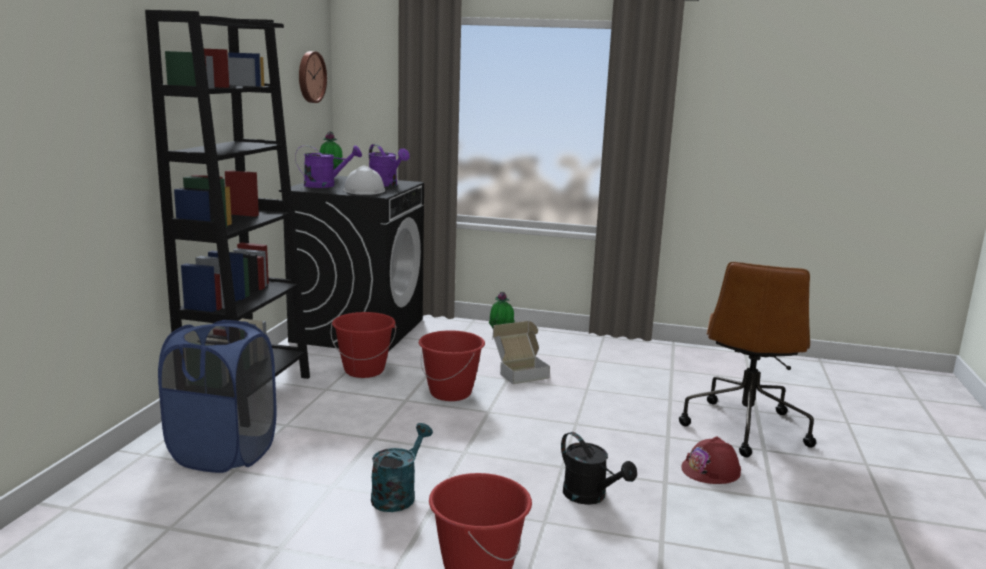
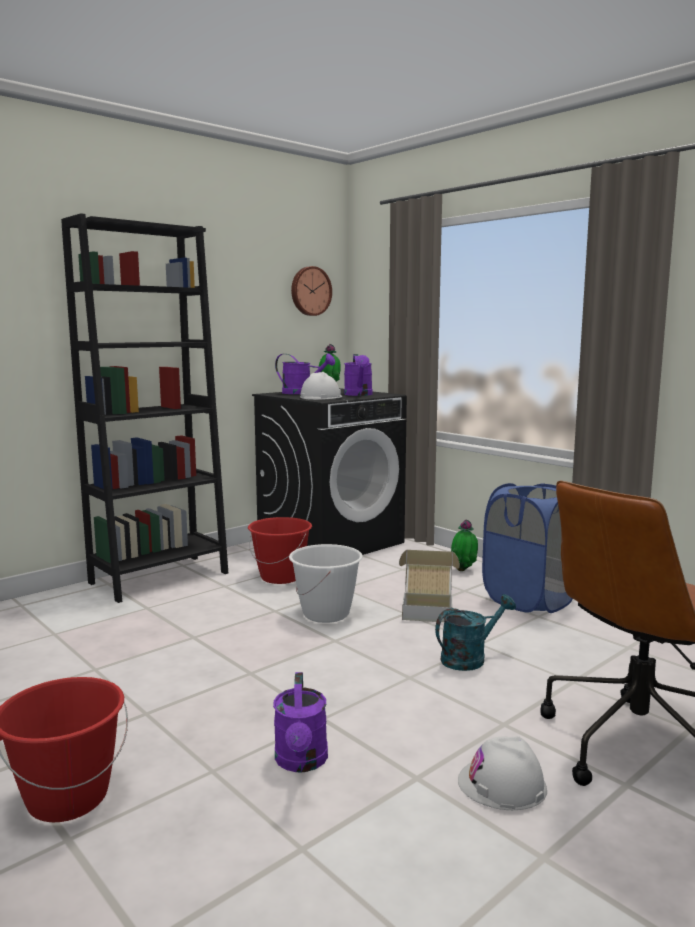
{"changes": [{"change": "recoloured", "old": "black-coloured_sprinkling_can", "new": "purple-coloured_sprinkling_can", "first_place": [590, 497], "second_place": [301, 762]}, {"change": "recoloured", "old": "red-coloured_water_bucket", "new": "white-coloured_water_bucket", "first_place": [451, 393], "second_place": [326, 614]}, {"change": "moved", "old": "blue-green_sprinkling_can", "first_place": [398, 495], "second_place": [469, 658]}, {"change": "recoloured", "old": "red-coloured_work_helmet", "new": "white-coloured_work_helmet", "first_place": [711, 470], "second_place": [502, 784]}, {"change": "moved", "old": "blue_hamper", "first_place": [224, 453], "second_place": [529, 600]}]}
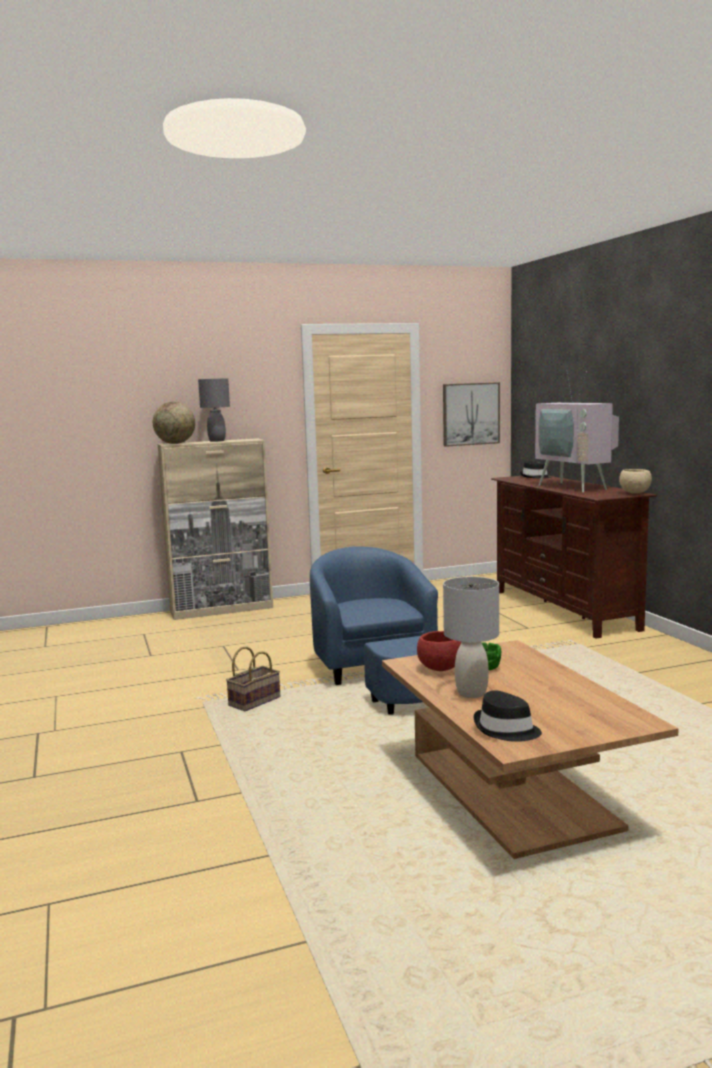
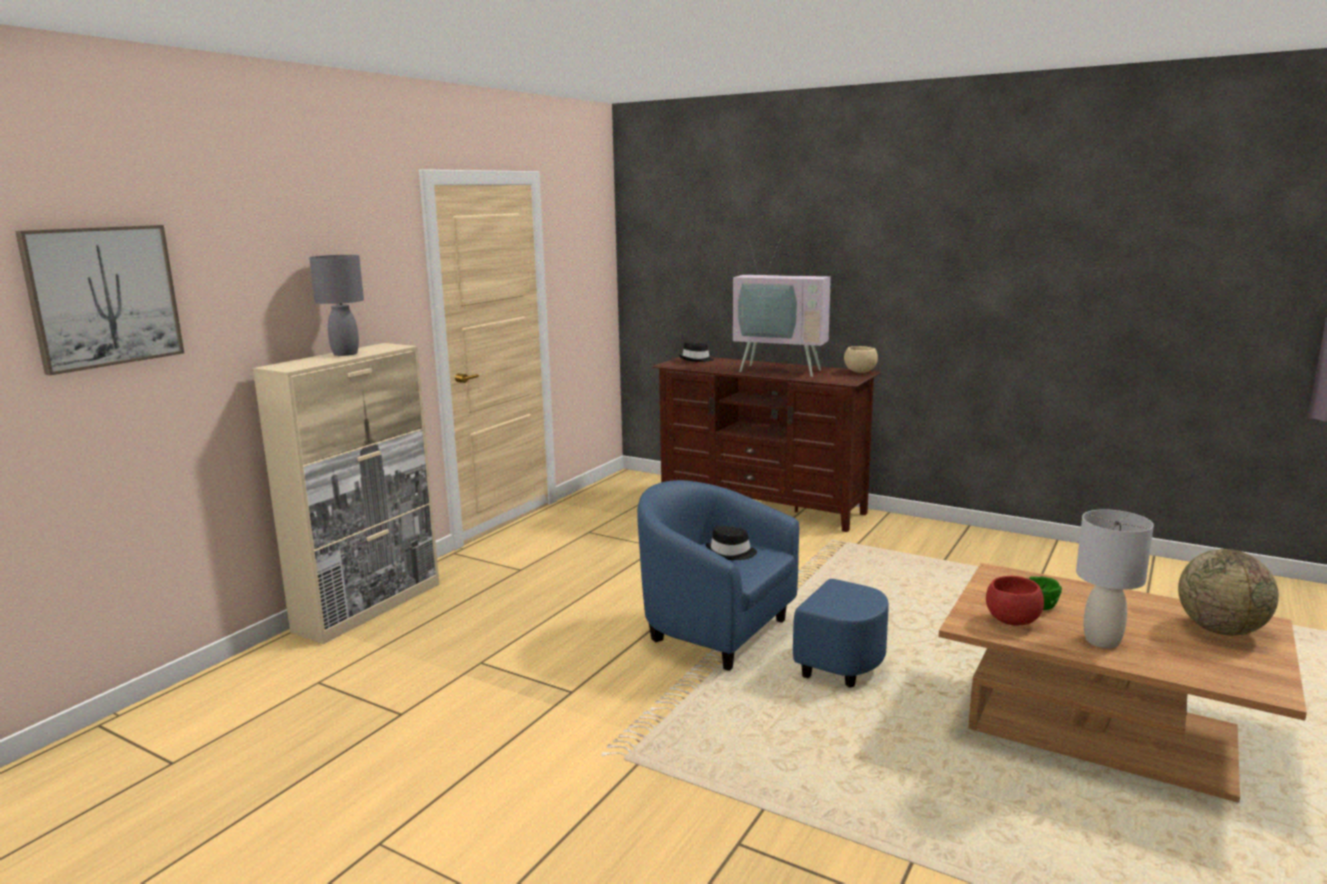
{"changes": [{"change": "moved", "old": "wall_picture", "first_place": [470, 414], "second_place": [103, 296]}, {"change": "moved", "old": "black-coloured_clothing_hat", "first_place": [506, 729], "second_place": [731, 553]}, {"change": "moved", "old": "world_globe", "first_place": [175, 443], "second_place": [1220, 630]}, {"change": "removed", "old": "basket", "first_place": [255, 701]}]}
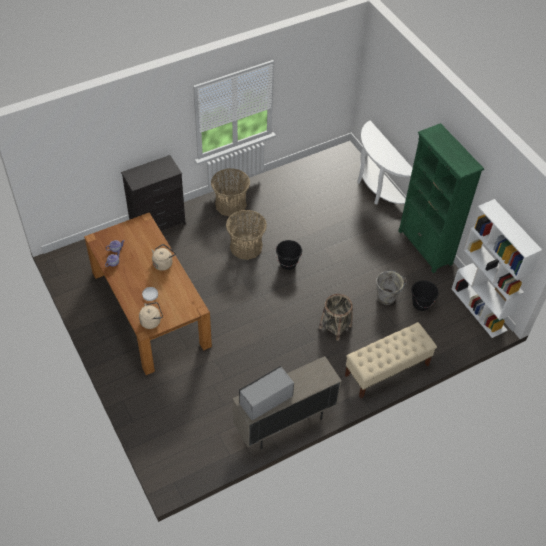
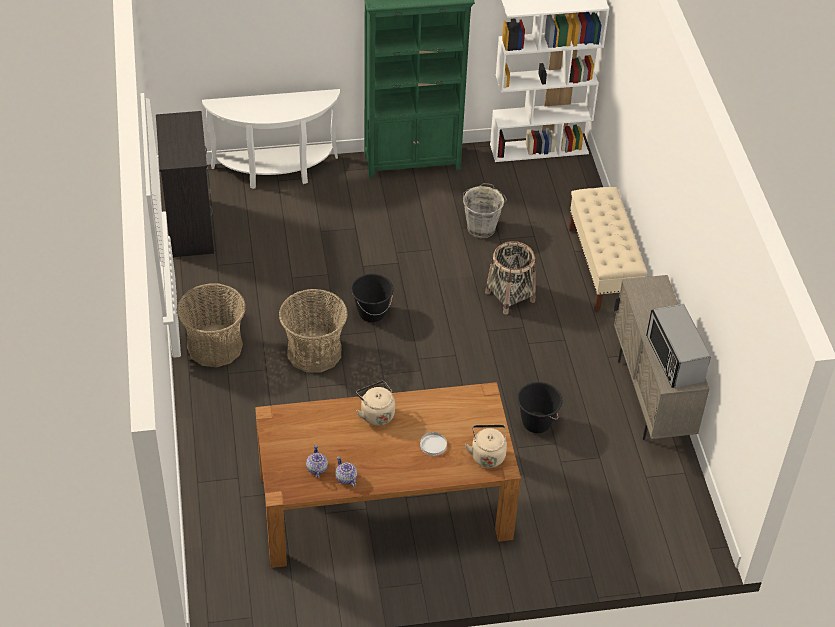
{"changes": [{"change": "moved", "old": "black-coloured_dresser", "first_place": [158, 223], "second_place": [191, 227]}, {"change": "moved", "old": "black-coloured_water_bucket", "first_place": [421, 304], "second_place": [536, 423]}]}
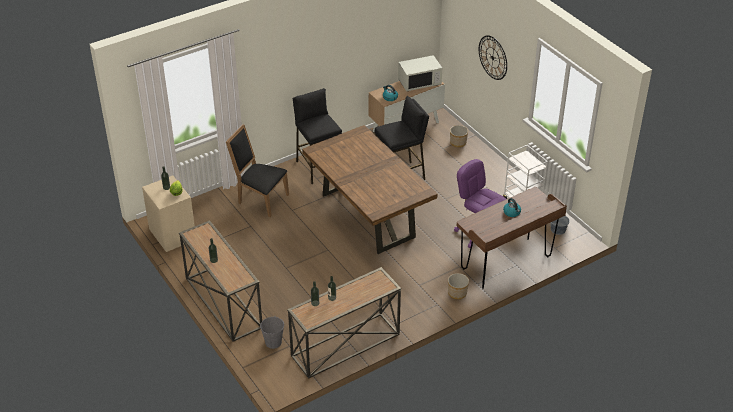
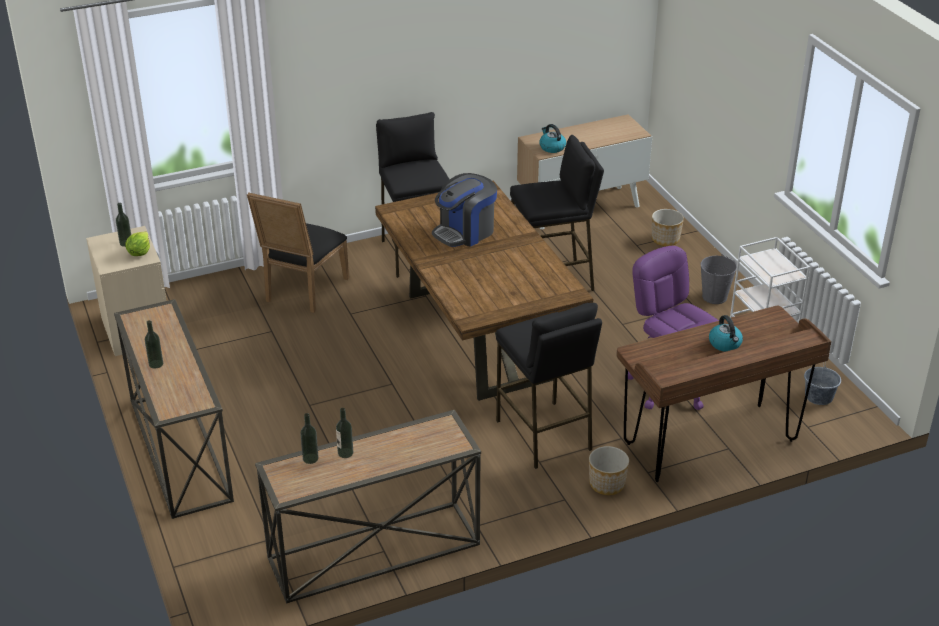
{"changes": [{"change": "turned", "old": "black-coloured_chair", "first_place": [260, 199], "second_place": [302, 291], "degrees": -105}, {"change": "added", "new": "coffee_machine", "second_place": [465, 232]}, {"change": "added", "new": "black-coloured_stool_seat", "second_place": [544, 435]}, {"change": "moved", "old": "grey_water_bucket", "first_place": [273, 342], "second_place": [714, 297]}, {"change": "removed", "old": "white-coloured_kitchen_microwave", "first_place": [419, 83]}, {"change": "removed", "old": "hanging_clock", "first_place": [492, 57]}]}
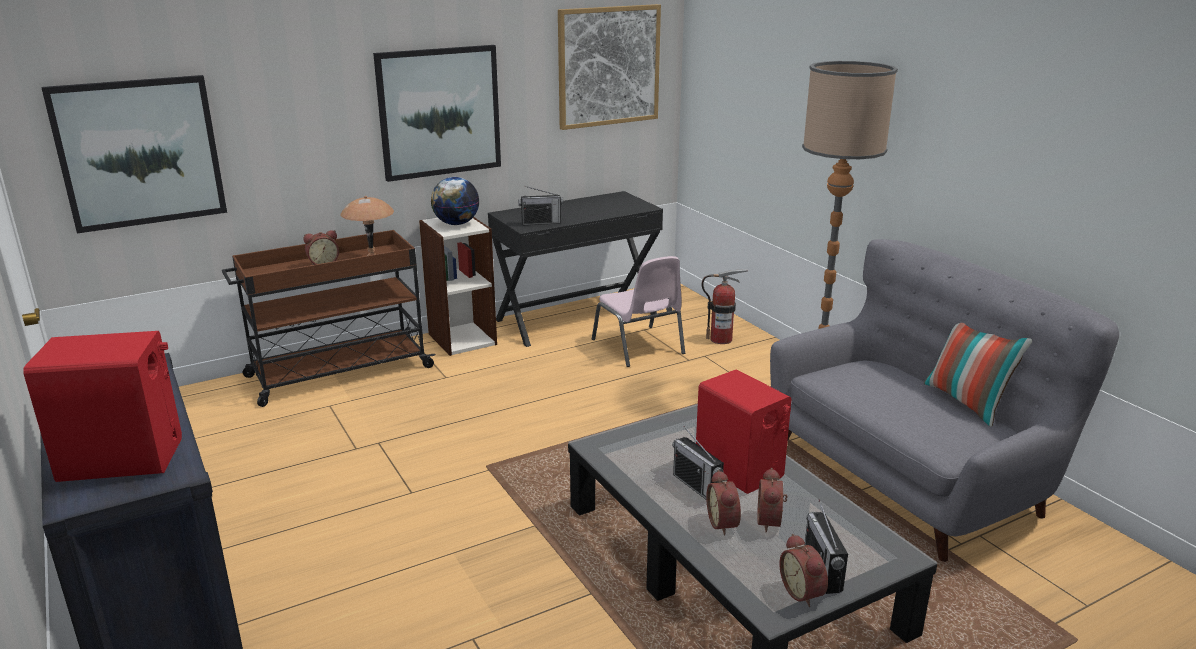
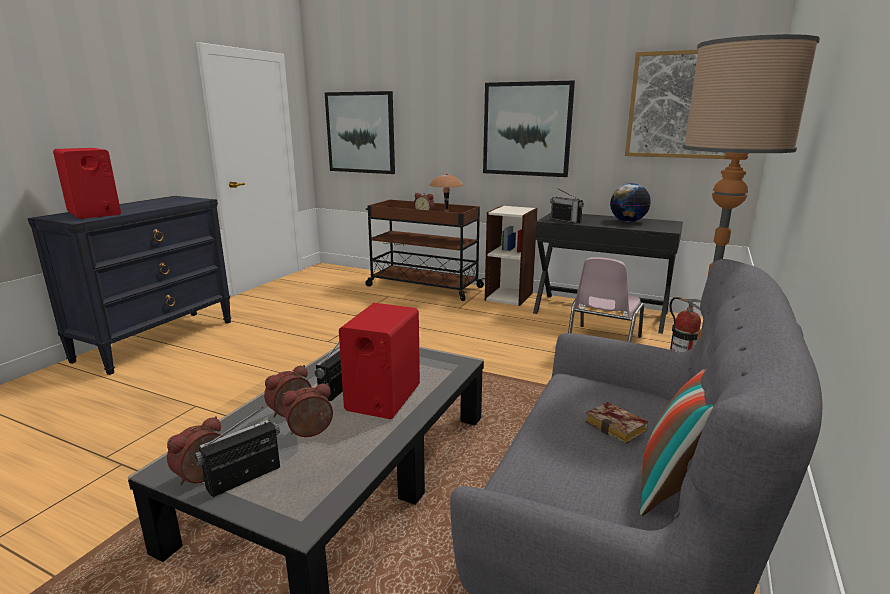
{"changes": [{"change": "added", "new": "volume", "second_place": [618, 427]}, {"change": "moved", "old": "world_globe", "first_place": [456, 224], "second_place": [627, 221]}]}
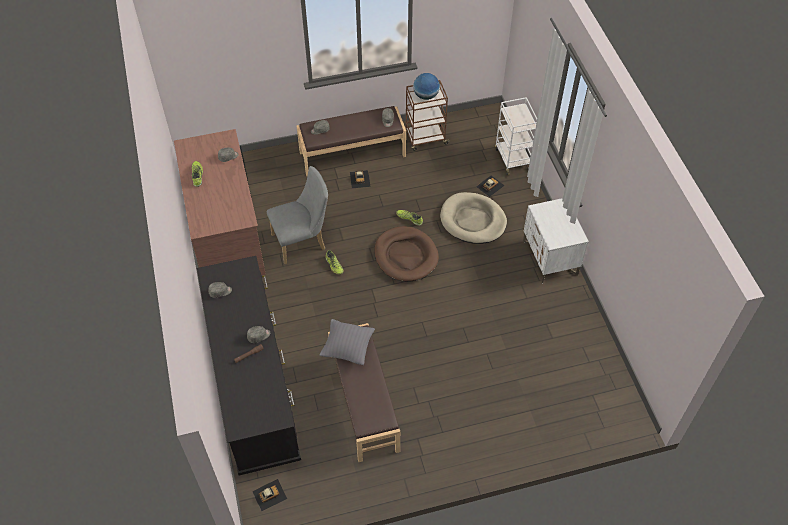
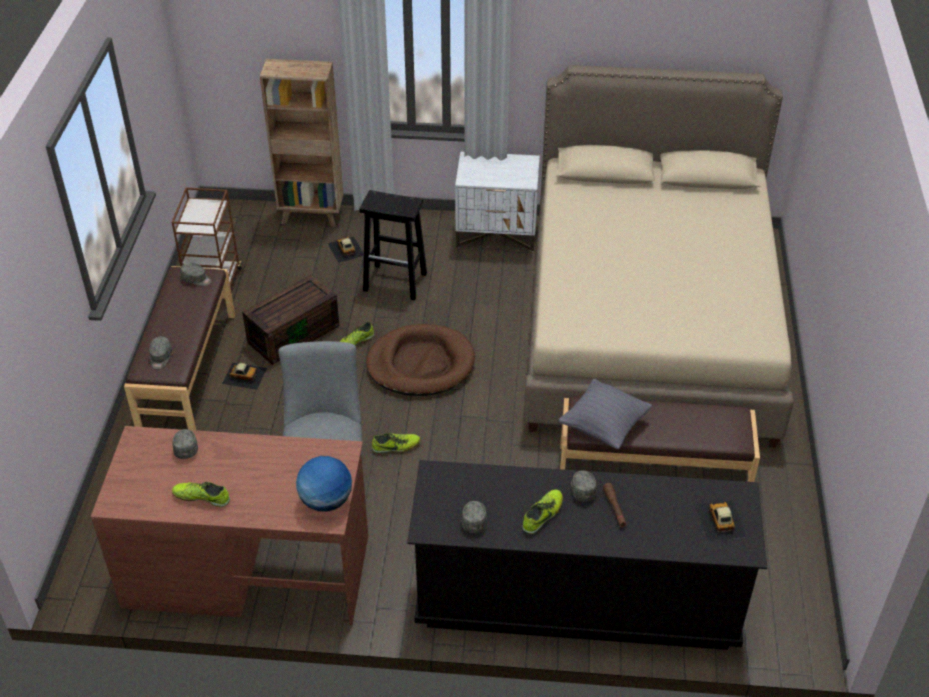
{"changes": [{"change": "added", "new": "brownish_storage_bin", "second_place": [294, 333]}, {"change": "replaced", "old": "white-coloured_wheeled_cart", "new": "brownish_bookcase", "first_place": [512, 158], "second_place": [312, 215]}, {"change": "moved", "old": "world_globe", "first_place": [426, 96], "second_place": [326, 501]}, {"change": "replaced", "old": "beige-coloured_dog_cushion", "new": "black-coloured_stool_seat", "first_place": [473, 220], "second_place": [396, 282]}, {"change": "added", "new": "low_shoe", "second_place": [543, 515]}, {"change": "added", "new": "beige-coloured_sleeping_bed", "second_place": [648, 323]}, {"change": "moved", "old": "toy_car", "first_place": [269, 494], "second_place": [720, 520]}]}
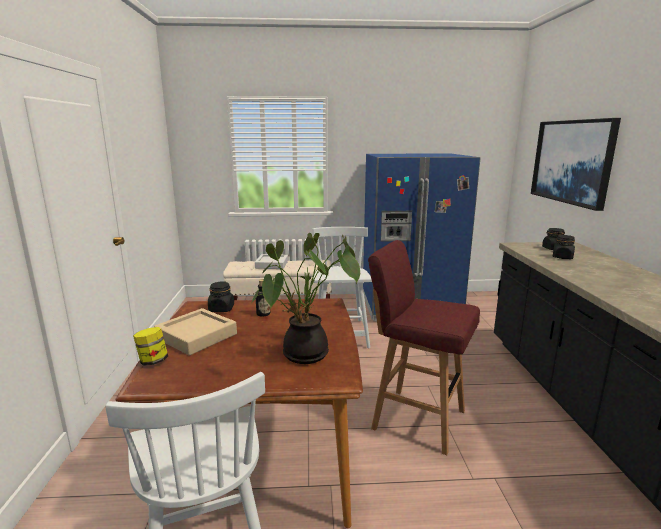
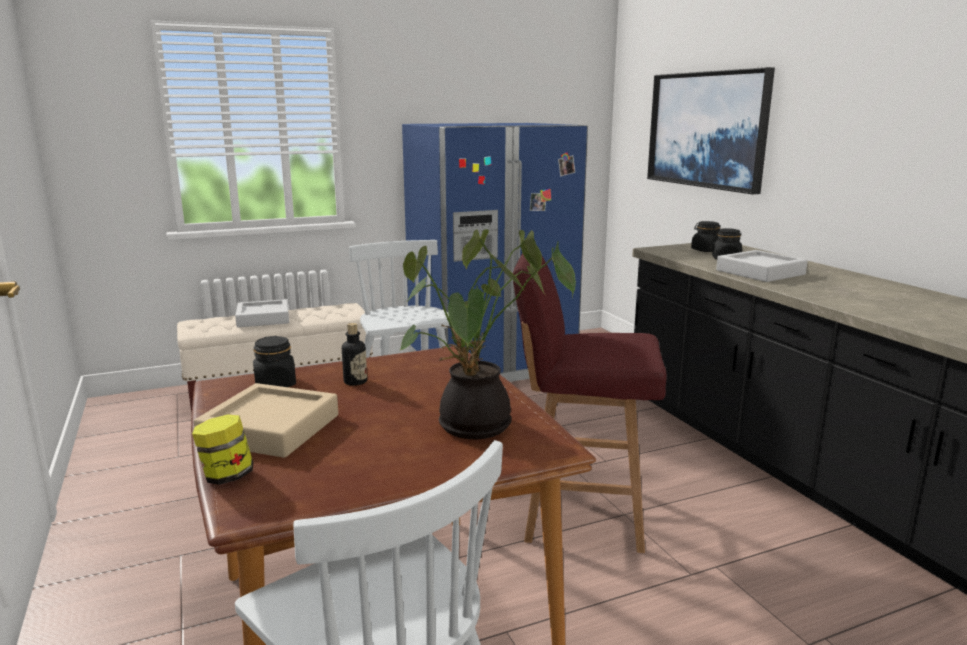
{"changes": [{"change": "added", "new": "grey_serving_tray", "second_place": [760, 272]}]}
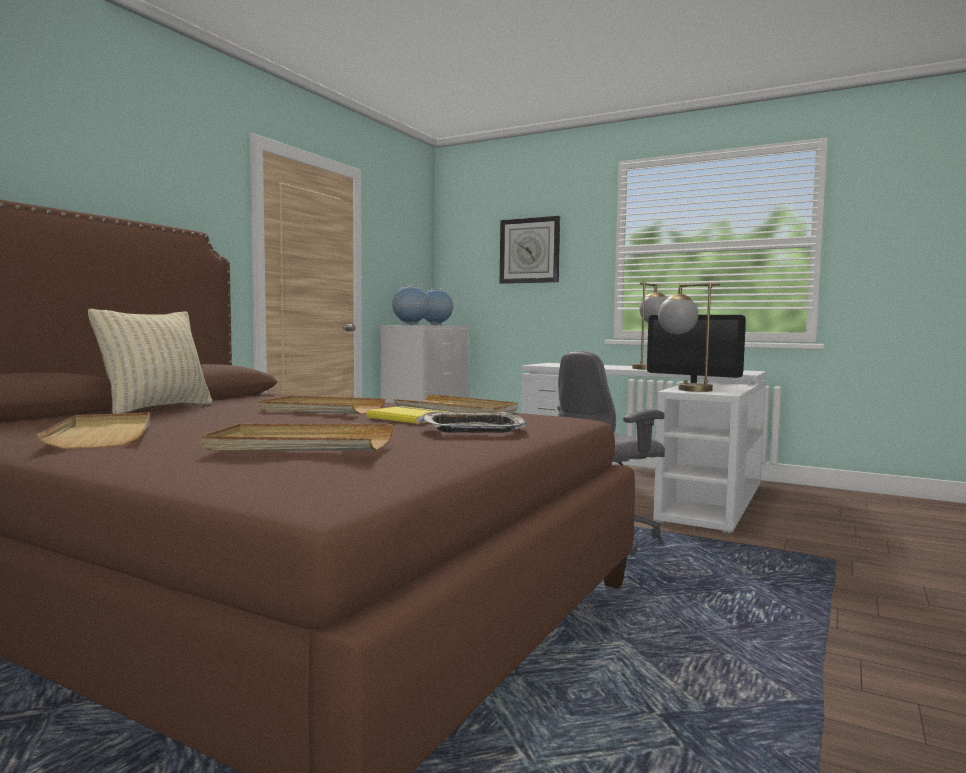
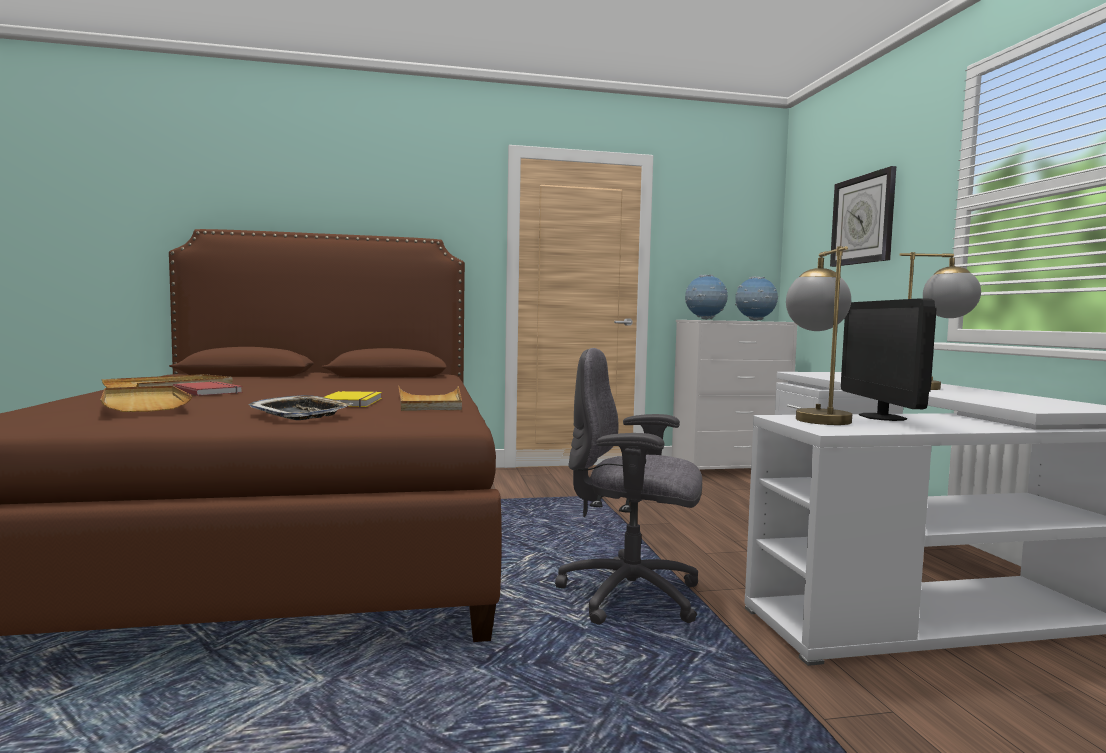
{"changes": [{"change": "added", "new": "red-coloured_volume", "second_place": [209, 391]}, {"change": "removed", "old": "beige-coloured_pillow", "first_place": [156, 408]}, {"change": "removed", "old": "beige-coloured_serving_tray", "first_place": [320, 410]}]}
